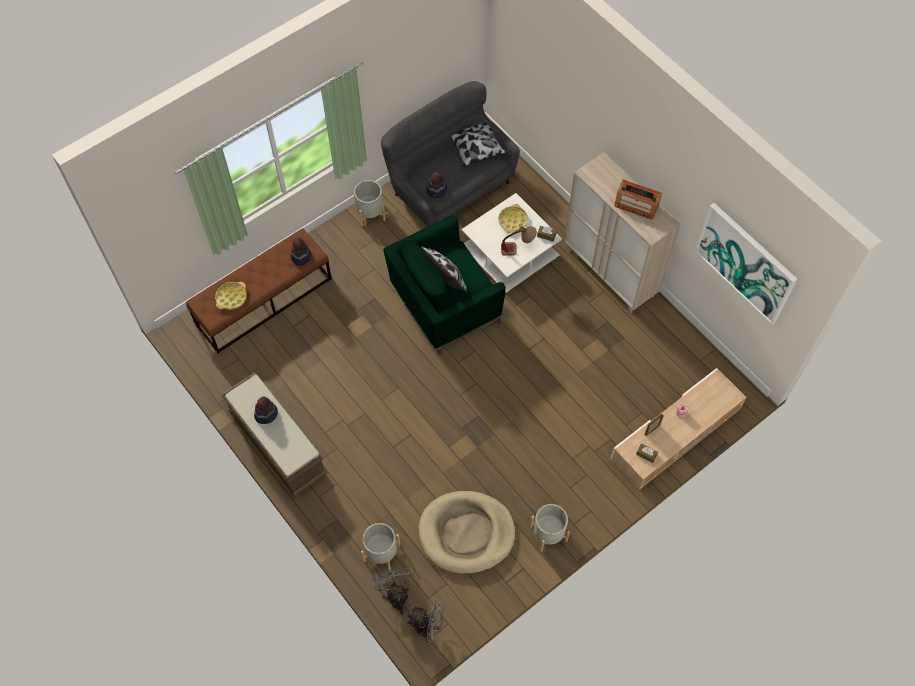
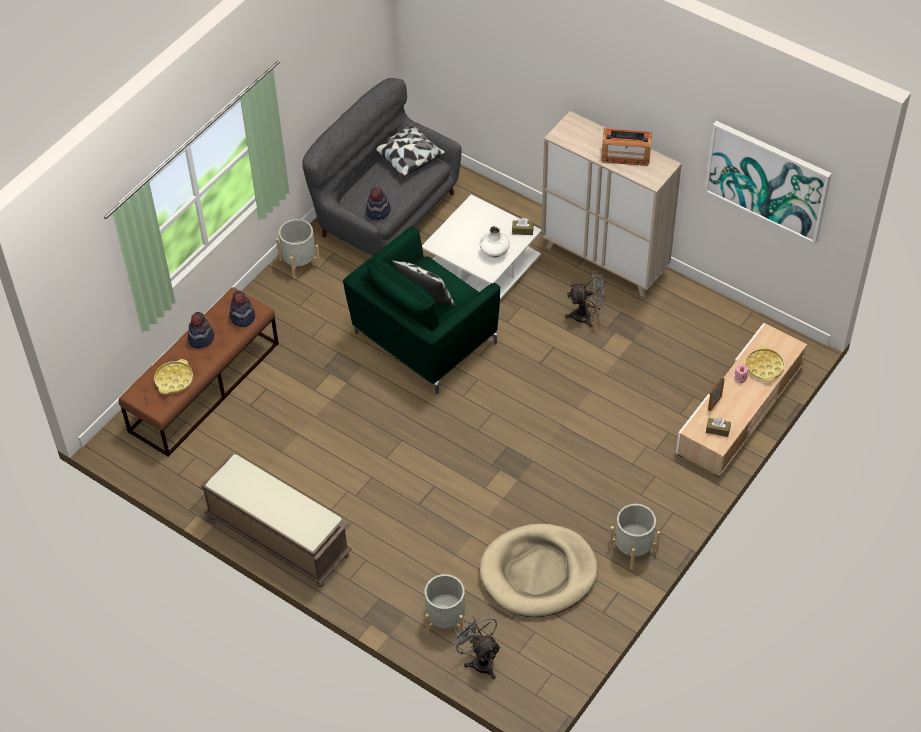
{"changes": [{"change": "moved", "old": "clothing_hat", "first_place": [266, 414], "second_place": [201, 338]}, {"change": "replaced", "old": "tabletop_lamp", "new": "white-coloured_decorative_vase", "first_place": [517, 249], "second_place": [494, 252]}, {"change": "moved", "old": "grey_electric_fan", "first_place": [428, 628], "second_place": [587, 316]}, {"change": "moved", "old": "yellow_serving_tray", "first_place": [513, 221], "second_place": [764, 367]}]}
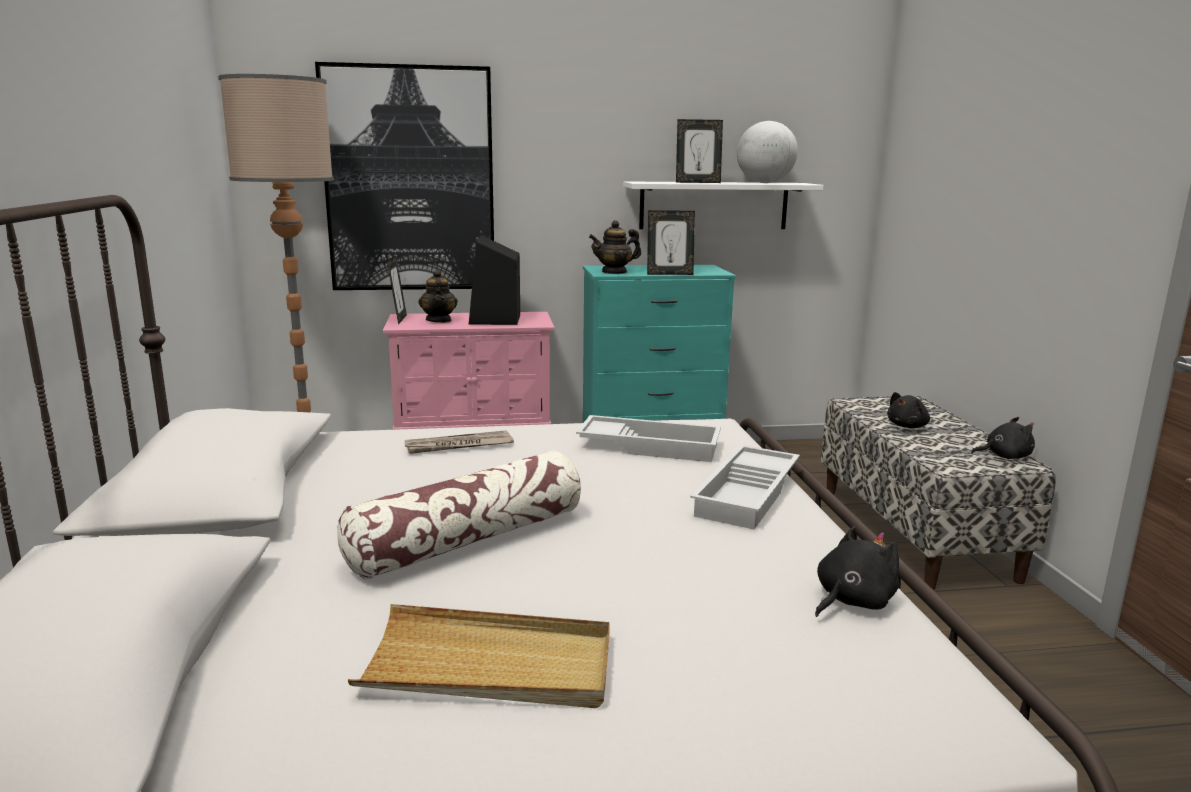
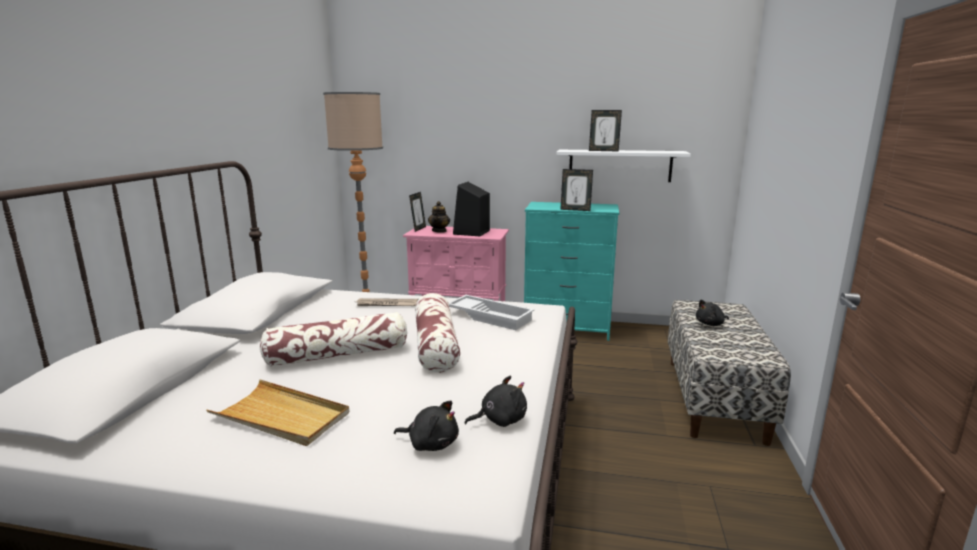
{"changes": [{"change": "moved", "old": "black-coloured_soft_toy", "first_place": [1004, 456], "second_place": [431, 443]}, {"change": "added", "new": "pillow", "second_place": [435, 345]}, {"change": "removed", "old": "wall_picture", "first_place": [410, 180]}, {"change": "removed", "old": "pot_for_tea", "first_place": [614, 272]}, {"change": "removed", "old": "white-coloured_serving_tray", "first_place": [749, 495]}, {"change": "removed", "old": "world_globe", "first_place": [765, 183]}]}
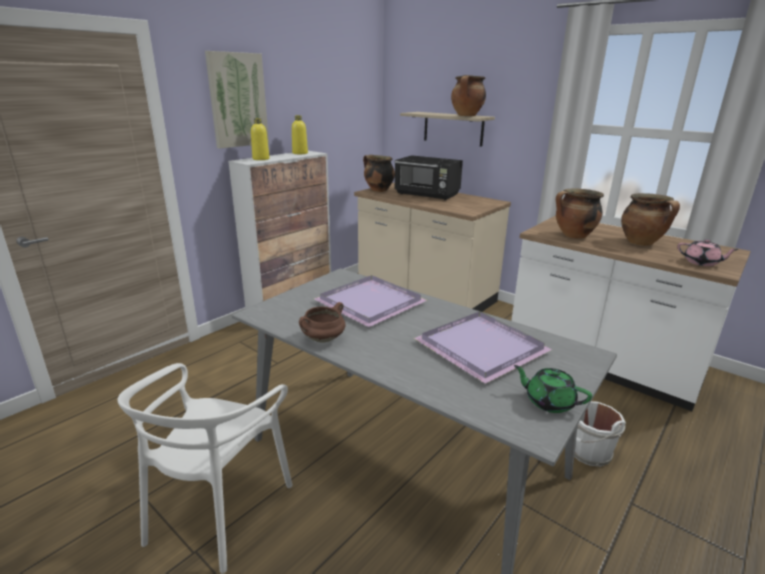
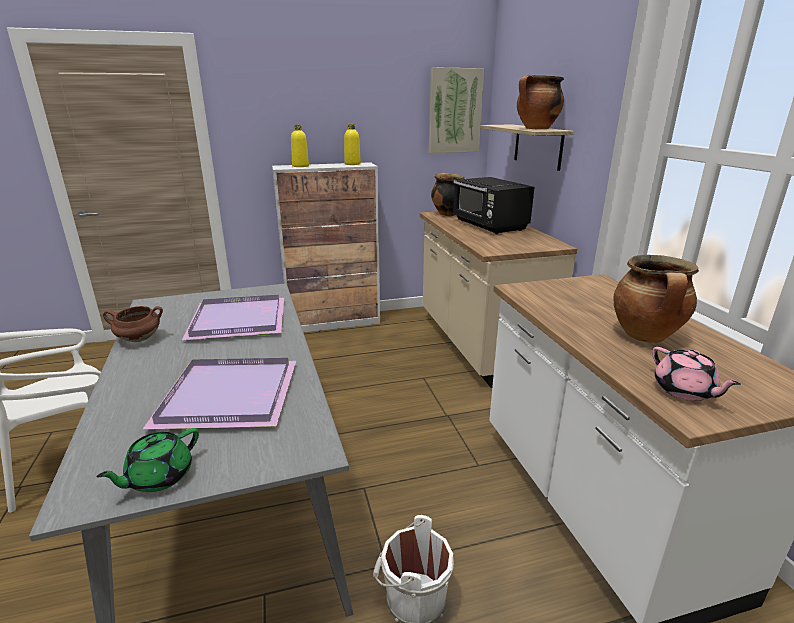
{"changes": [{"change": "turned", "old": "green-coloured_pot_for_tea", "first_place": [548, 402], "second_place": [159, 477], "degrees": -120}, {"change": "moved", "old": "wall_picture", "first_place": [237, 100], "second_place": [455, 111]}, {"change": "removed", "old": "saucepot", "first_place": [573, 236]}]}
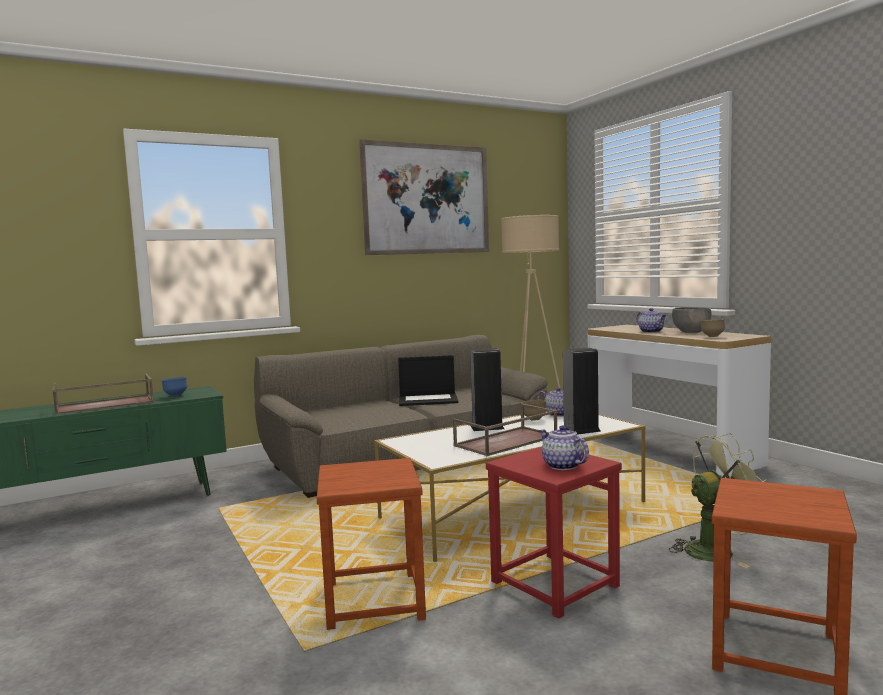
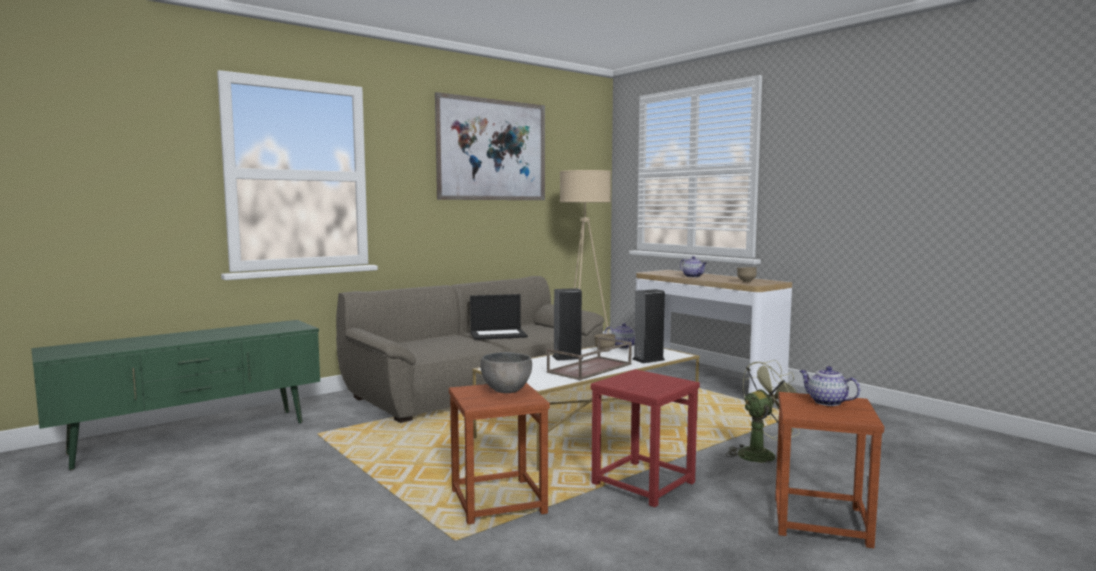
{"changes": [{"change": "moved", "old": "grey_deep_dish", "first_place": [691, 332], "second_place": [507, 390]}, {"change": "moved", "old": "pot_for_tea", "first_place": [562, 465], "second_place": [826, 402]}, {"change": "removed", "old": "brownish_serving_tray", "first_place": [104, 405]}, {"change": "removed", "old": "blue_deep_dish", "first_place": [175, 396]}]}
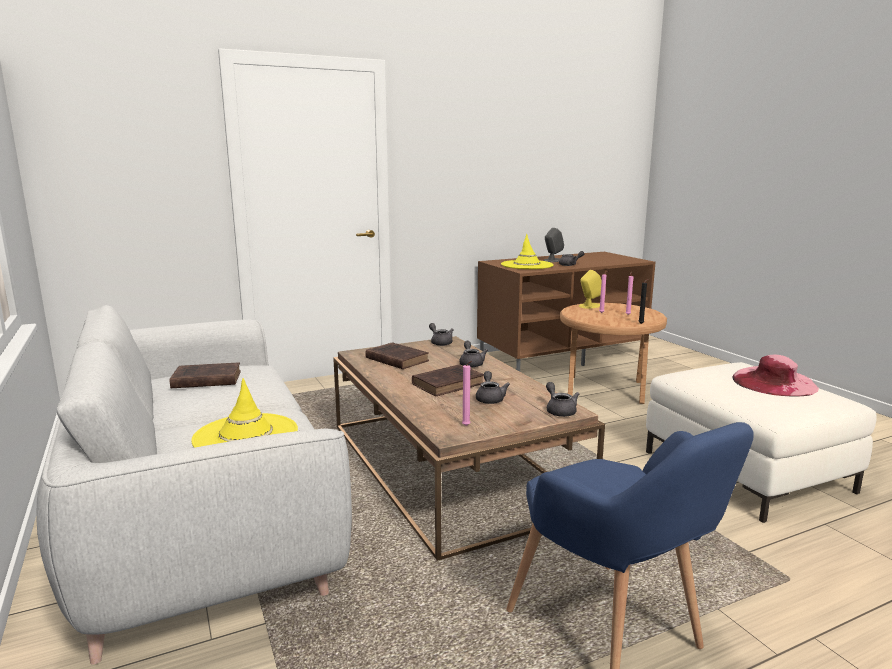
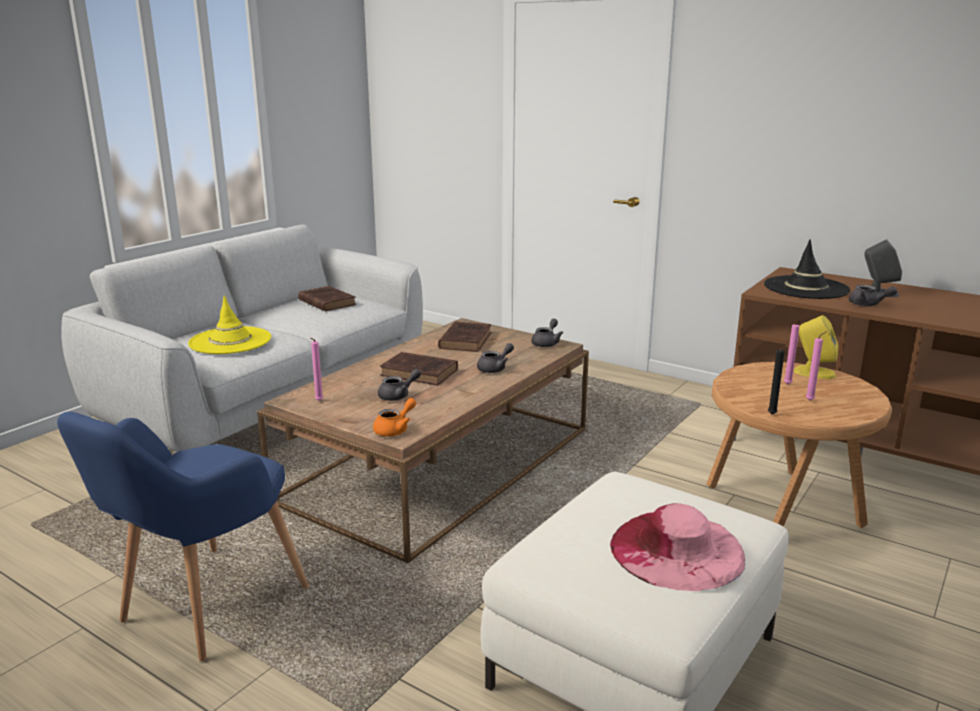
{"changes": [{"change": "recoloured", "old": "grey_pot_for_tea", "new": "orange-coloured_pot_for_tea", "first_place": [559, 410], "second_place": [395, 430]}, {"change": "recoloured", "old": "yellow_clothing_hat", "new": "black-coloured_clothing_hat", "first_place": [527, 265], "second_place": [806, 288]}]}
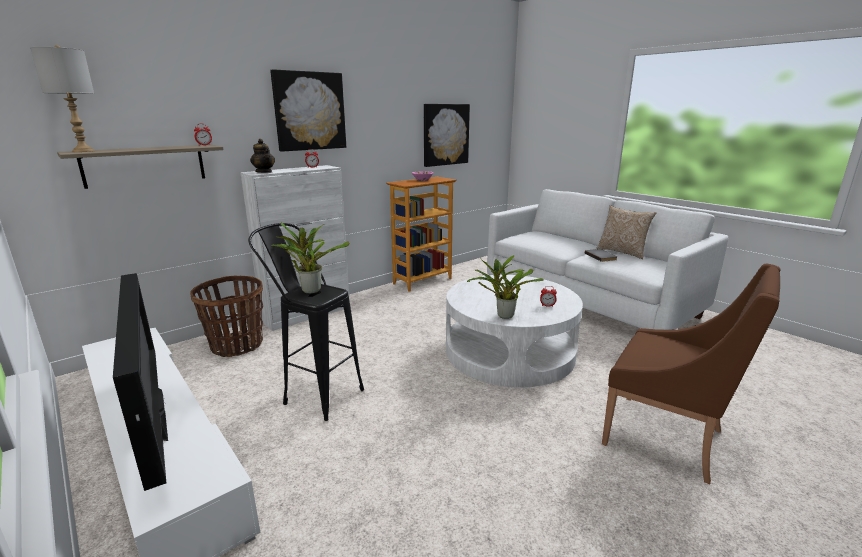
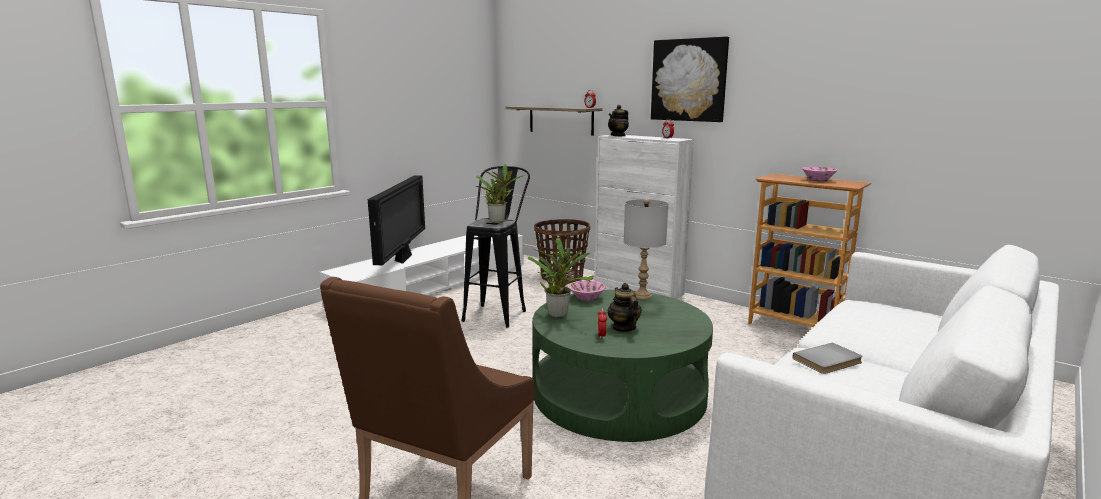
{"changes": [{"change": "turned", "old": "TV_set", "first_place": [158, 425], "second_place": [403, 258], "degrees": -45}, {"change": "recoloured", "old": "white-coloured_lounge_table", "new": "green-coloured_lounge_table", "first_place": [509, 351], "second_place": [618, 392]}, {"change": "added", "new": "pinkish_deep_dish", "second_place": [586, 298]}, {"change": "added", "new": "pot_for_tea", "second_place": [623, 328]}, {"change": "moved", "old": "grey_tabletop_lamp", "first_place": [84, 151], "second_place": [642, 296]}, {"change": "removed", "old": "wall_picture", "first_place": [445, 134]}, {"change": "removed", "old": "pillow", "first_place": [622, 252]}]}
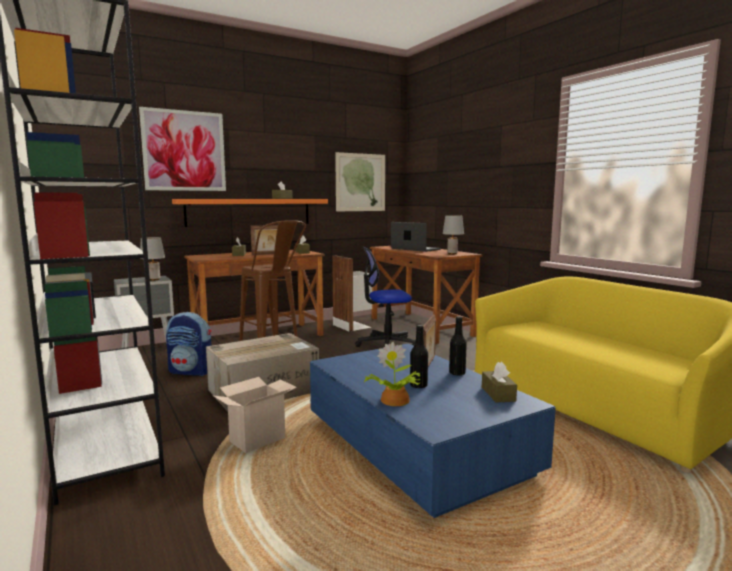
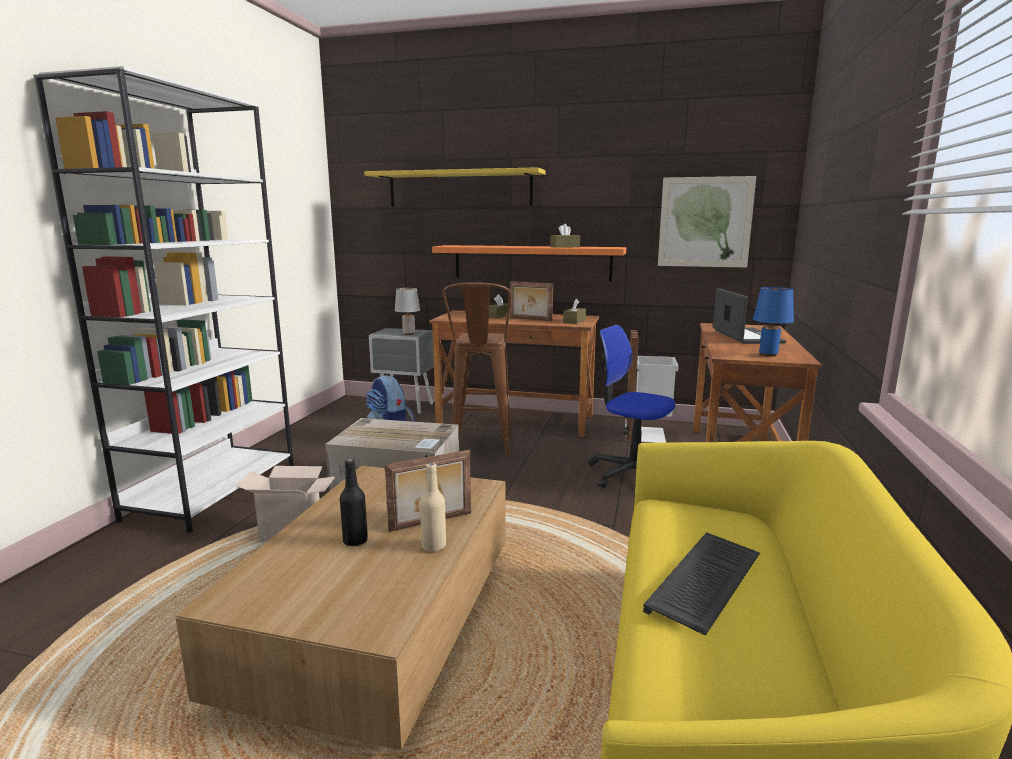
{"changes": [{"change": "recoloured", "old": "blue_lounge_table", "new": "brownish_lounge_table", "first_place": [417, 446], "second_place": [379, 620]}, {"change": "replaced", "old": "wall_picture", "new": "yellow_shelf", "first_place": [184, 151], "second_place": [459, 189]}, {"change": "recoloured", "old": "black-coloured_beverage_bottle", "new": "beige-coloured_beverage_bottle", "first_place": [457, 373], "second_place": [434, 546]}, {"change": "added", "new": "keyboard", "second_place": [706, 584]}, {"change": "recoloured", "old": "grey_tabletop_lamp", "new": "blue_tabletop_lamp", "first_place": [452, 253], "second_place": [768, 354]}, {"change": "removed", "old": "potted_plant", "first_place": [394, 400]}, {"change": "removed", "old": "brownish_box_of_tissues", "first_place": [498, 394]}]}
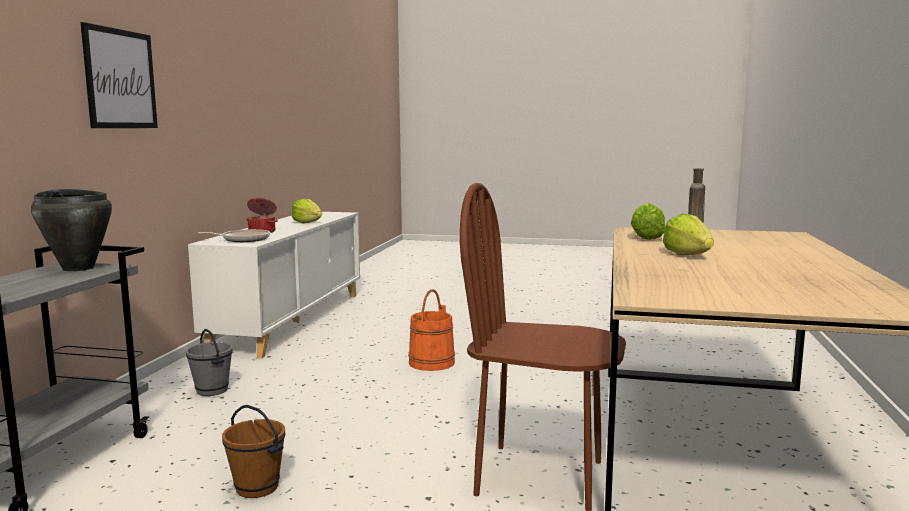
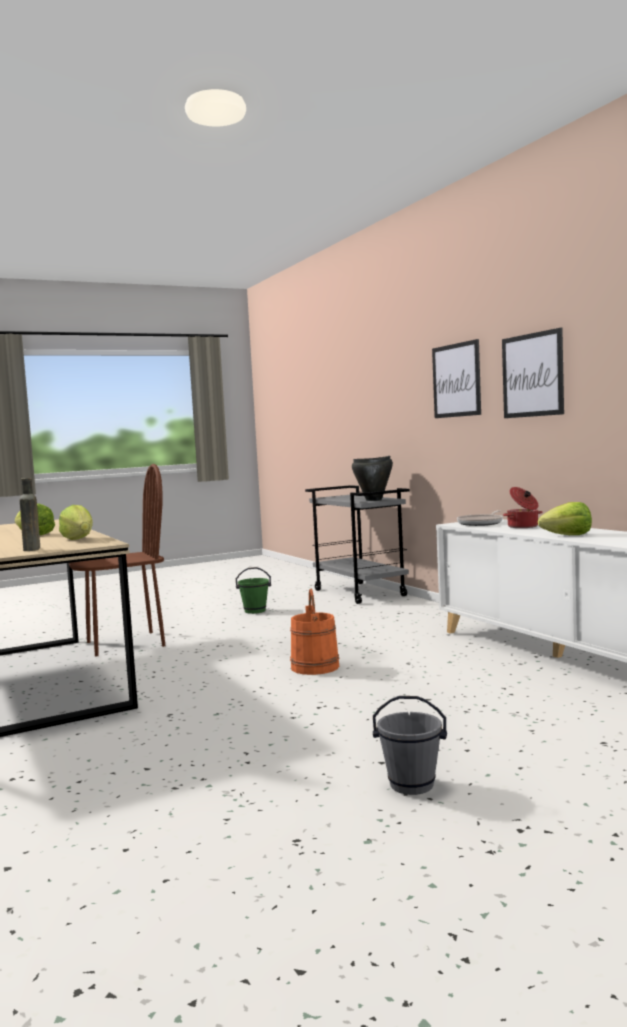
{"changes": [{"change": "recoloured", "old": "brownish_water_bucket", "new": "green-coloured_water_bucket", "first_place": [258, 487], "second_place": [255, 611]}, {"change": "moved", "old": "grey_water_bucket", "first_place": [213, 390], "second_place": [411, 785]}, {"change": "added", "new": "wall_picture", "second_place": [532, 375]}]}
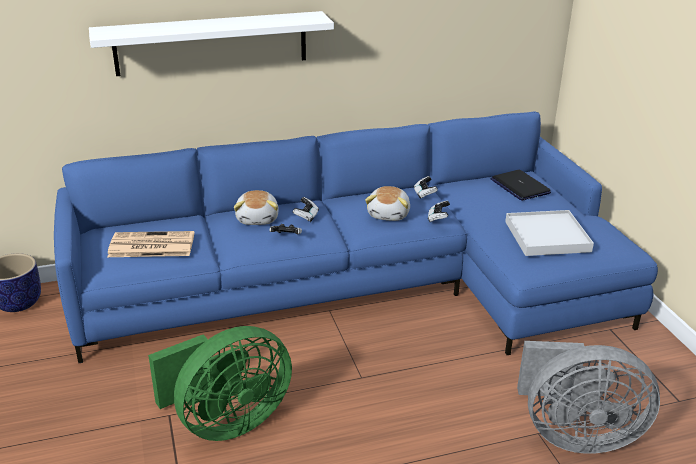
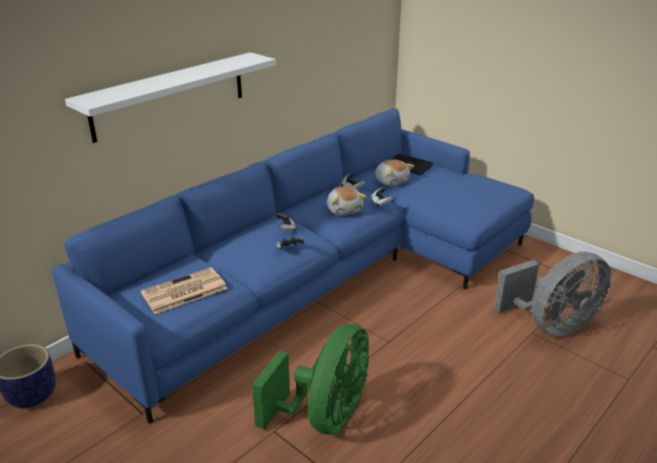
{"changes": [{"change": "moved", "old": "soft_toy", "first_place": [258, 218], "second_place": [391, 181]}, {"change": "removed", "old": "white-coloured_serving_tray", "first_place": [547, 236]}]}
